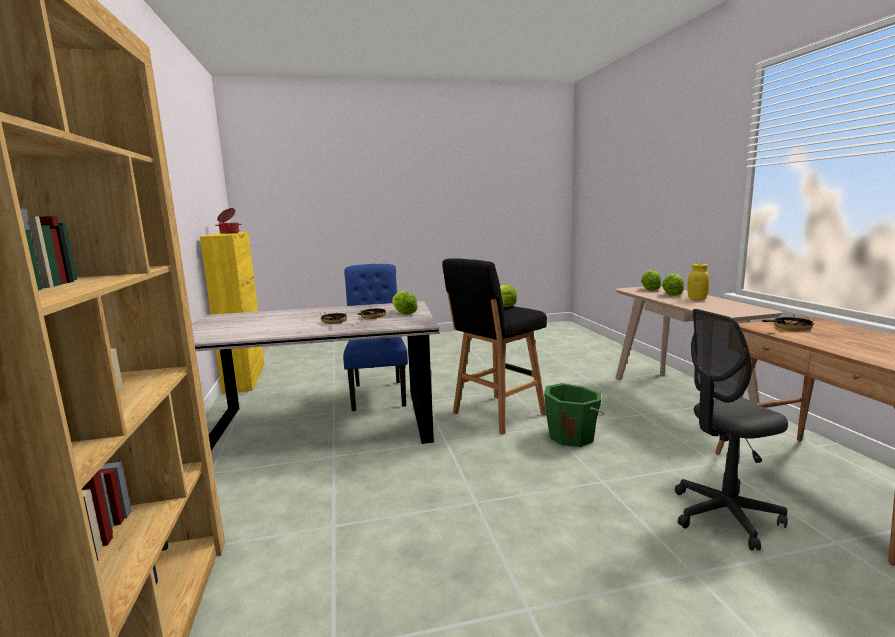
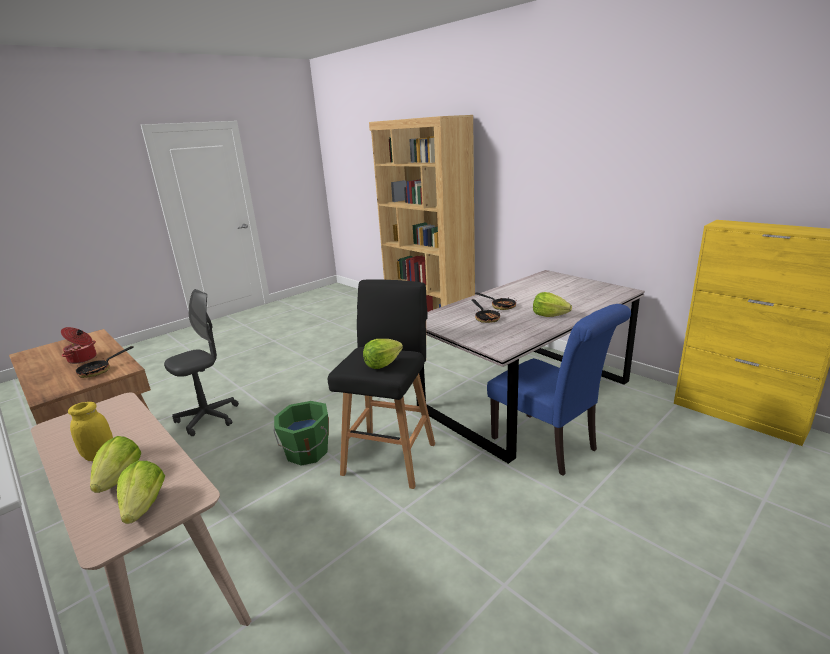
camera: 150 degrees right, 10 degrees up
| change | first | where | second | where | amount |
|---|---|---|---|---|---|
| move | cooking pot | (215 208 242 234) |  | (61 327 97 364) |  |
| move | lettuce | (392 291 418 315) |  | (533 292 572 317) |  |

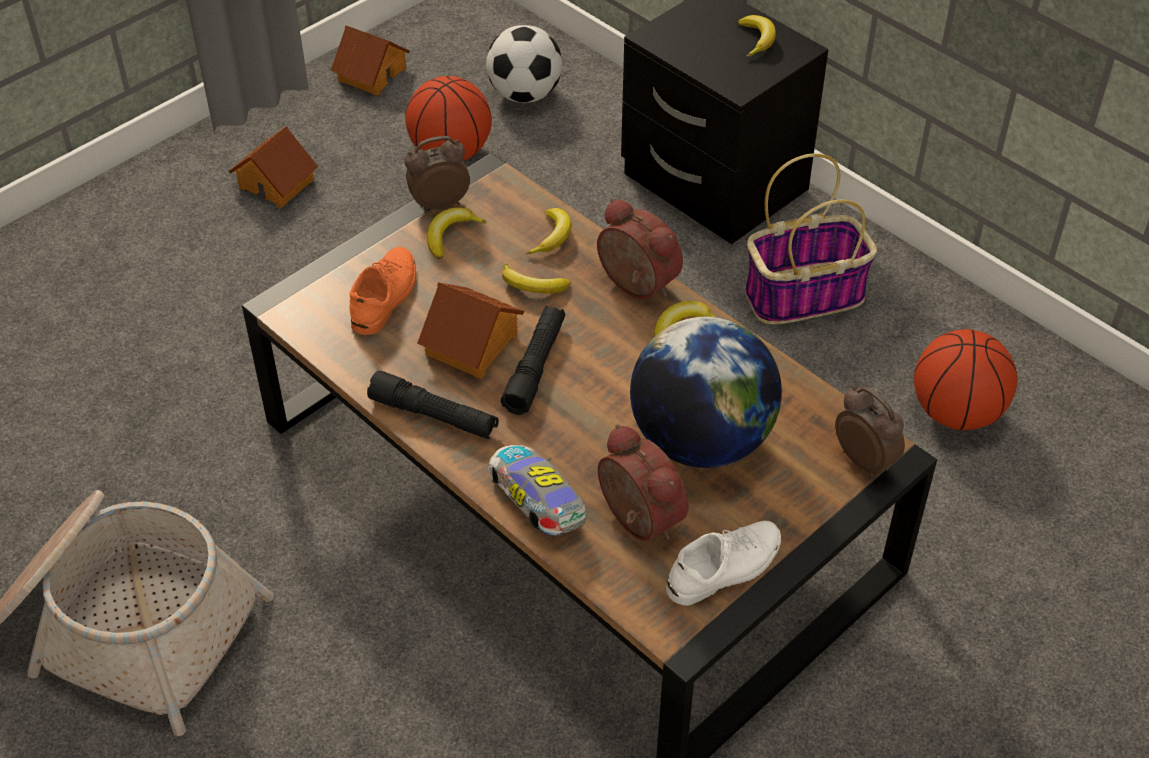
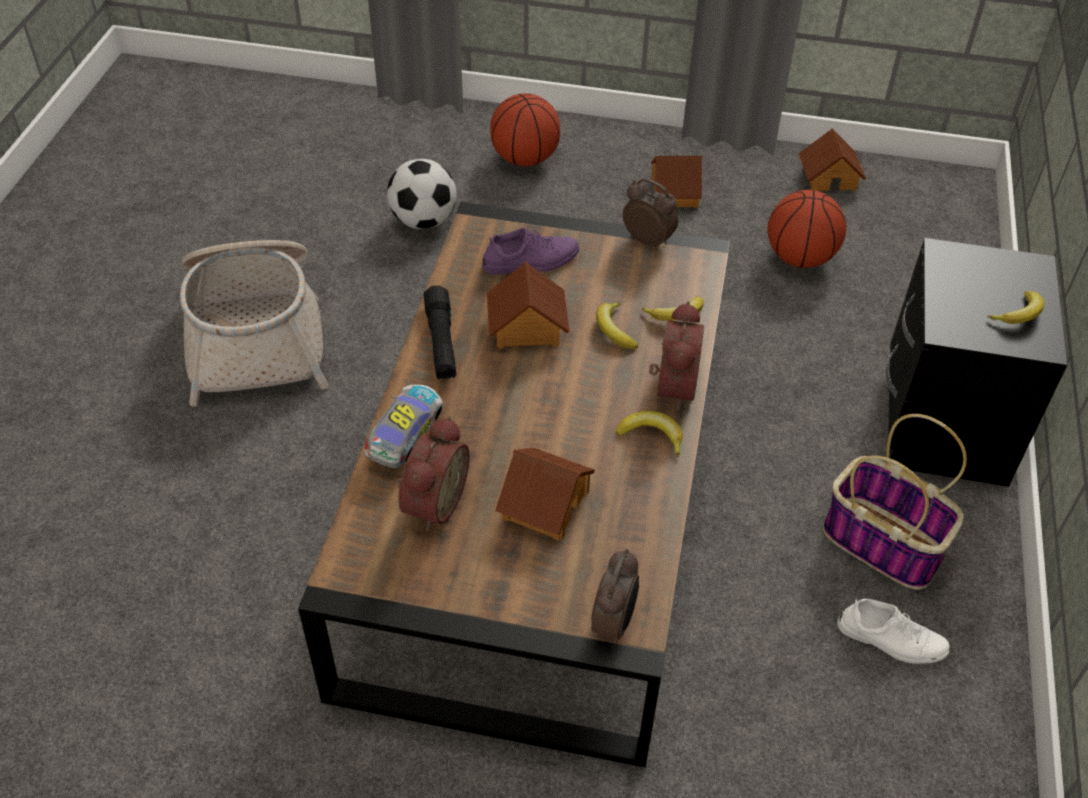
camera: 55 degrees right, 0 degrees up
| change | first | where | second | where | amount |
|---|---|---|---|---|---|
| move | football | (486 25 562 103) |  | (387 159 457 229) |  |
| delete | banana | (427 207 487 259) |  |  |  |
| recolor | shoe/orange | (350 247 416 335) | shoe/purple | (482 228 579 274) |  |
| delete | flashlight/black | (501 306 565 415) |  |  |  |
| replace | globe | (630 316 782 468) | toy house | (495 447 595 541) |  |
| move | basketball | (914 329 1018 430) |  | (490 93 560 166) |  |
| move | shoe/white | (666 521 781 606) |  | (837 599 950 664) |  |

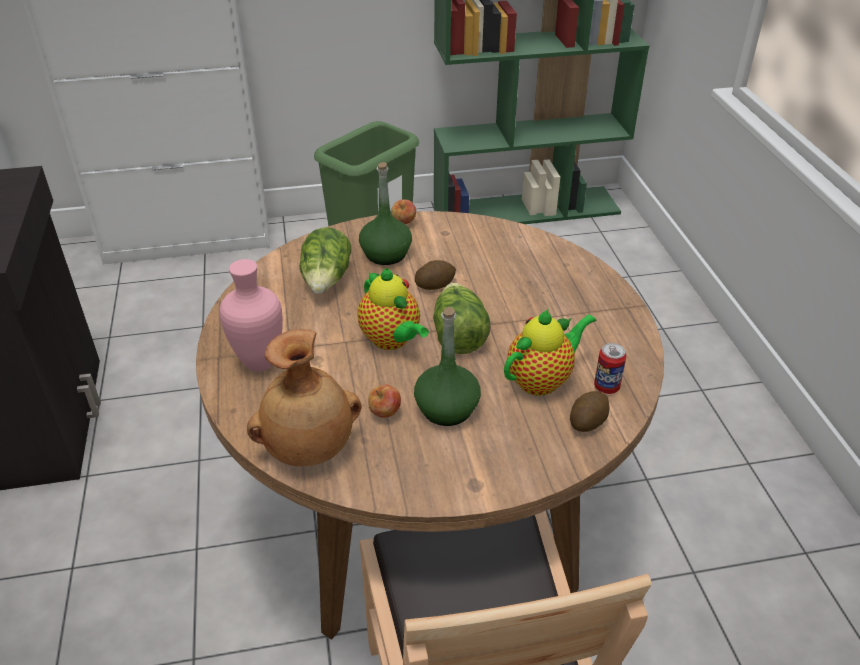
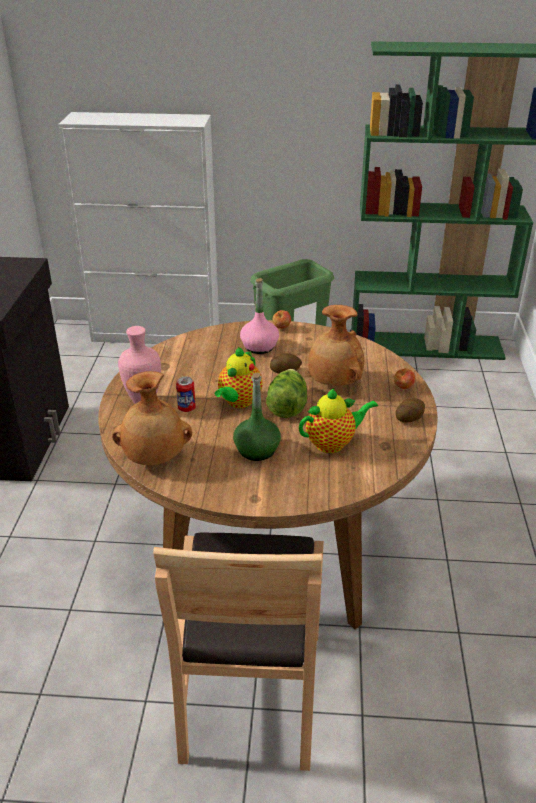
camera: 15 degrees right, 5 degrees down
| change | first | where | second | where | amount |
|---|---|---|---|---|---|
| recolor | bottle/green | (359 162 412 265) | bottle/pink | (240 278 279 354) |  |
| delete | lettuce | (300 227 351 294) |  |  |  |
| rotate | teapot | (357 268 429 350) |  | (215 347 262 408) | 45 degrees clockwise |
| move | can | (594 343 626 394) |  | (176 377 196 412) |  |
| move | apple | (368 384 401 418) |  | (394 368 415 389) |  |
| move | potato | (570 391 609 432) |  | (395 398 425 422) |  |
| insert |  |  | vase/brown | (308 305 364 386) |  |

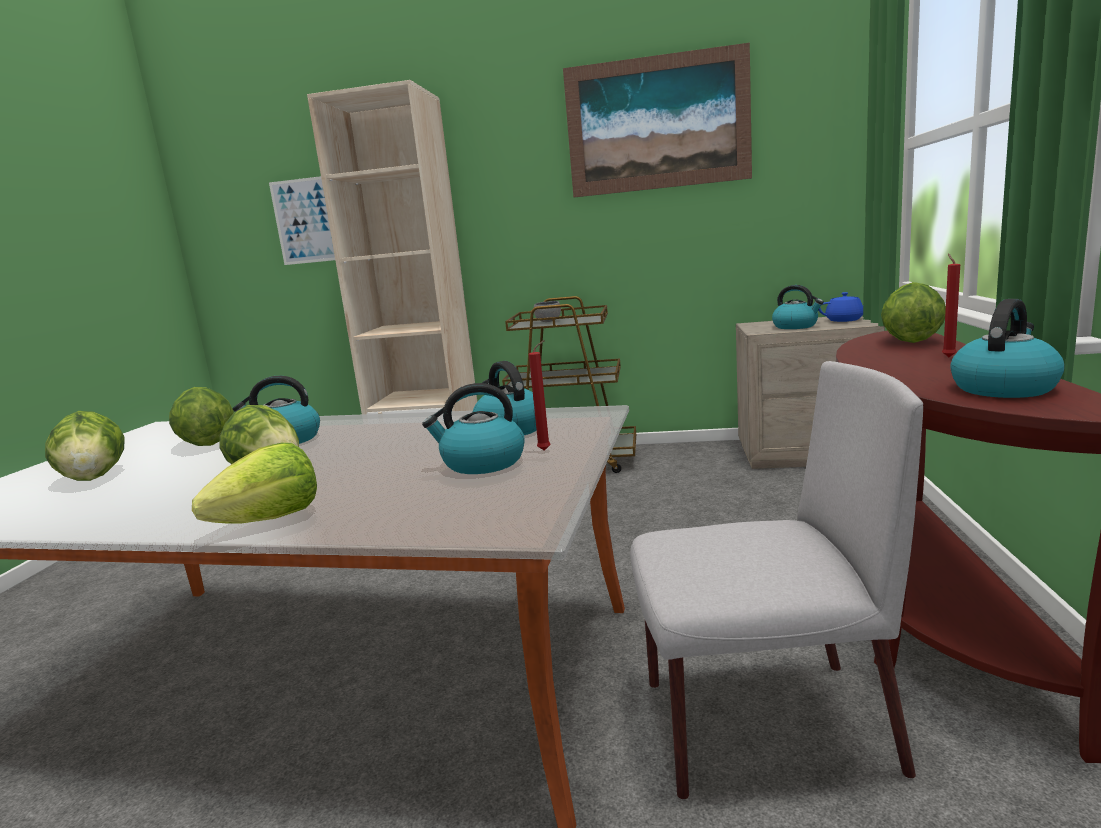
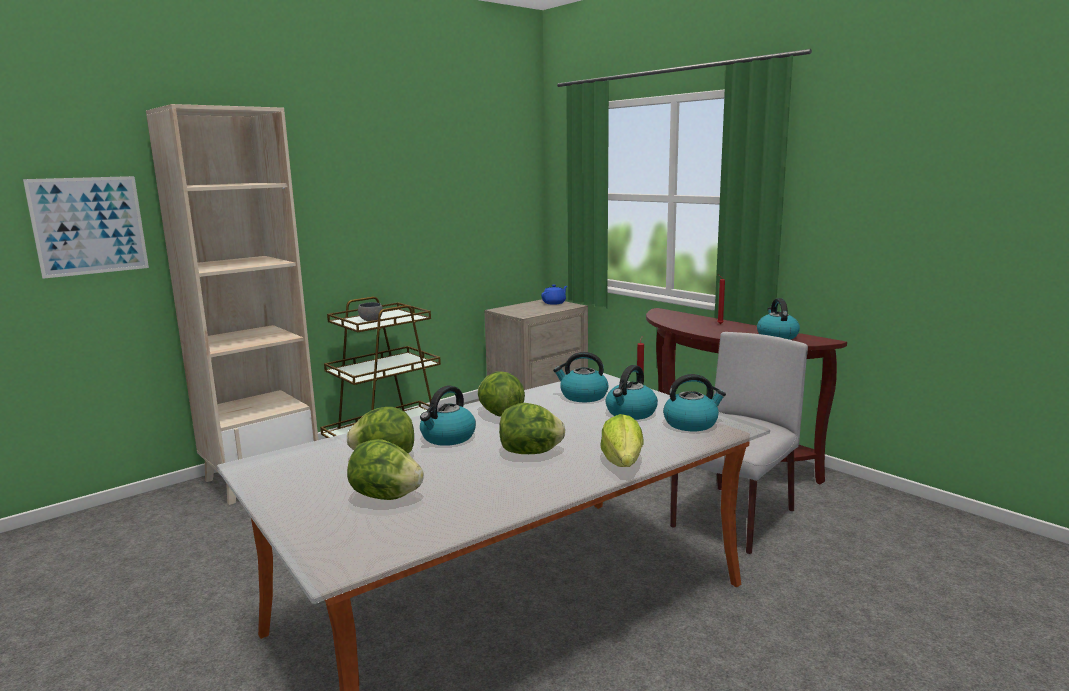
camera: 50 degrees left, 0 degrees up
| change | first | where | second | where | amount |
|---|---|---|---|---|---|
| delete | picture | (563 43 752 197) |  |  |  |
| move | lettuce | (881 282 946 343) |  | (478 371 525 417) |  |
| move | kettle | (772 285 824 329) |  | (663 374 726 431) |  |

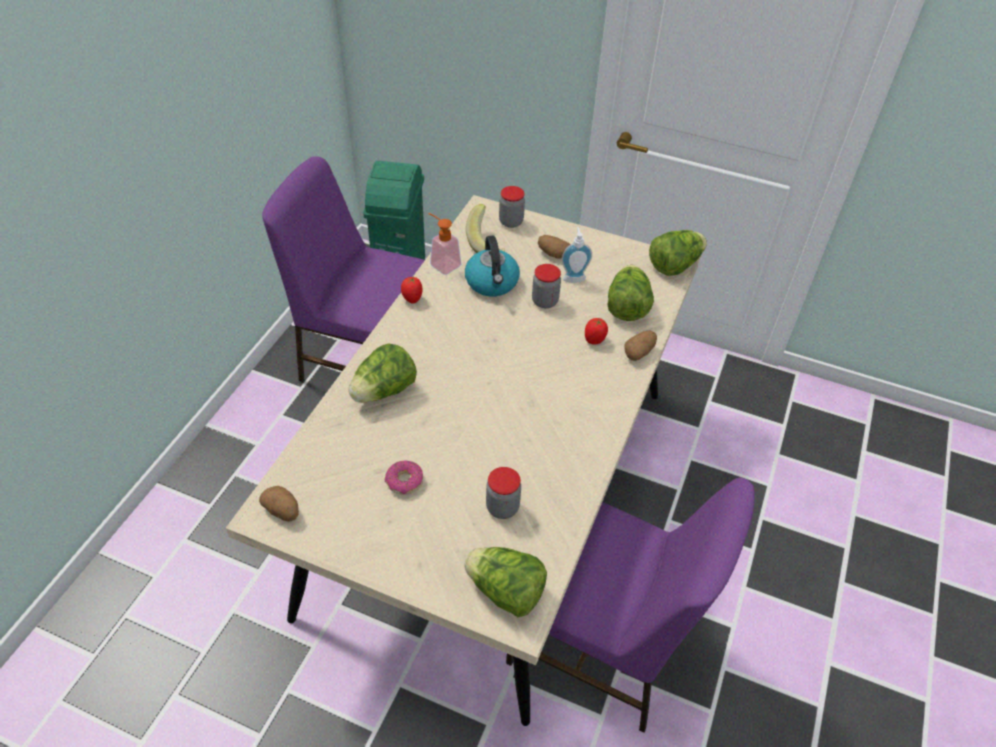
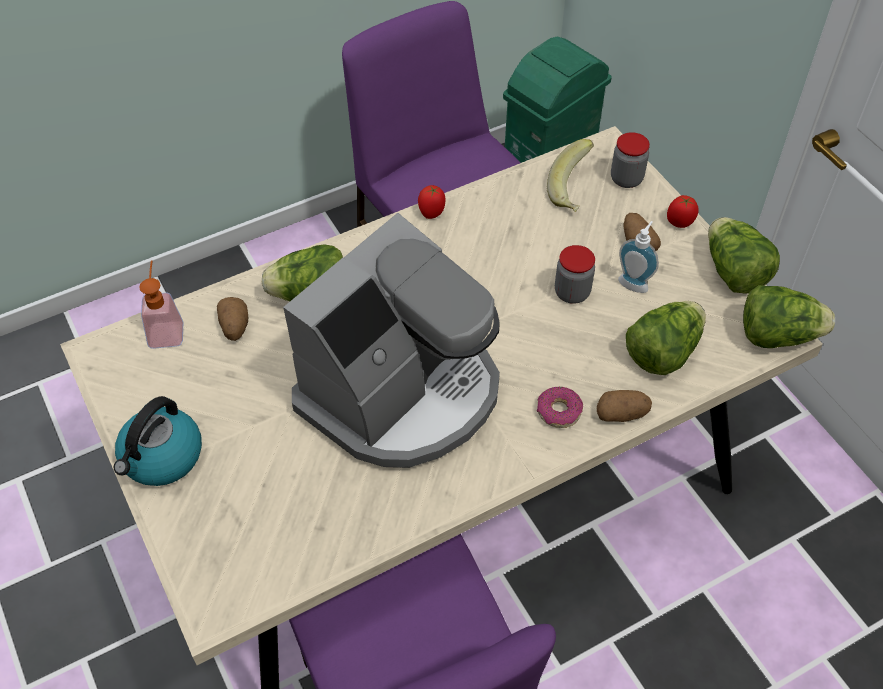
camera: 40 degrees right, 5 degrees up
| change | first | where | second | where | amount |
|---|---|---|---|---|---|
| move | soap dispenser | (428 213 461 275) |  | (139 260 183 349) |  |
| move | kettle | (465 236 520 296) |  | (114 396 202 486) |  |
| move | tomato | (585 318 608 345) |  | (667 195 698 228) |  |
| move | donut | (385 461 423 494) |  | (537 387 583 428) |  |
| delete | jar | (486 467 521 519) |  |  |  |
| move | potato | (259 486 299 522) |  | (217 297 248 341) |  |
| move | lettuce | (464 547 547 617) |  | (708 217 780 294) |  |
| insert |  |  | coffee machine | (283 213 500 468) |  |

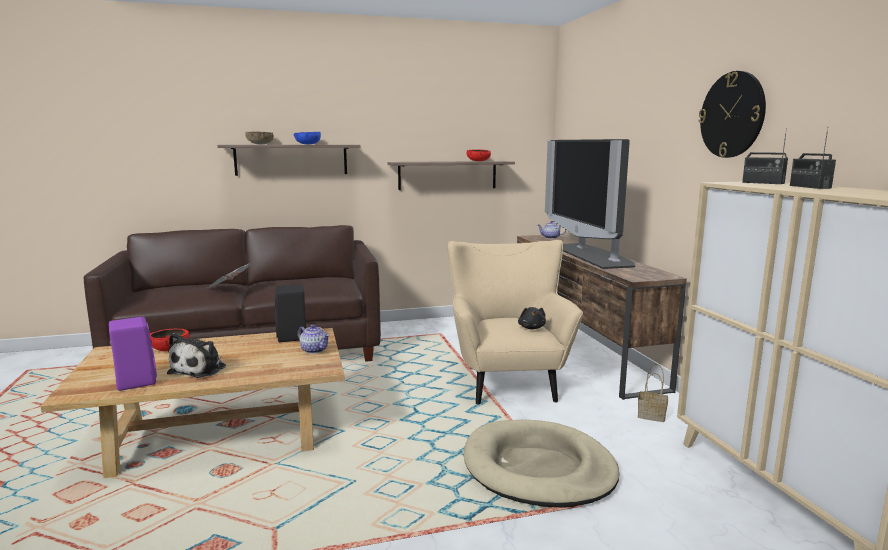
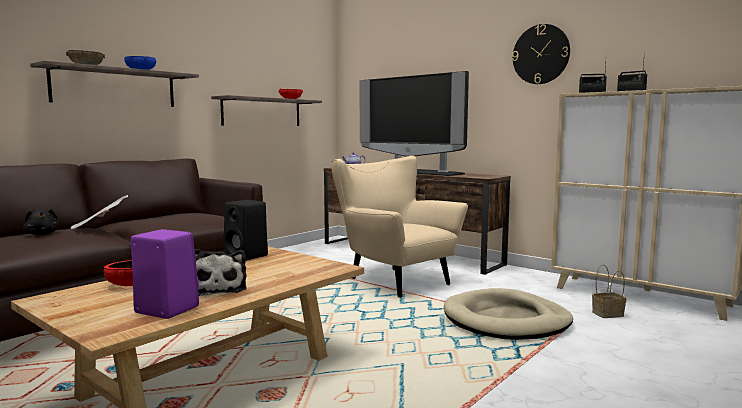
camera: 35 degrees left, 5 degrees down
| change | first | where | second | where | amount |
|---|---|---|---|---|---|
| move | plush toy/black | (518 307 546 329) |  | (23 209 59 235) |  |
| delete | teapot | (298 324 330 354) |  |  |  |
| move | basket | (638 364 668 422) |  | (592 265 626 318) |  |

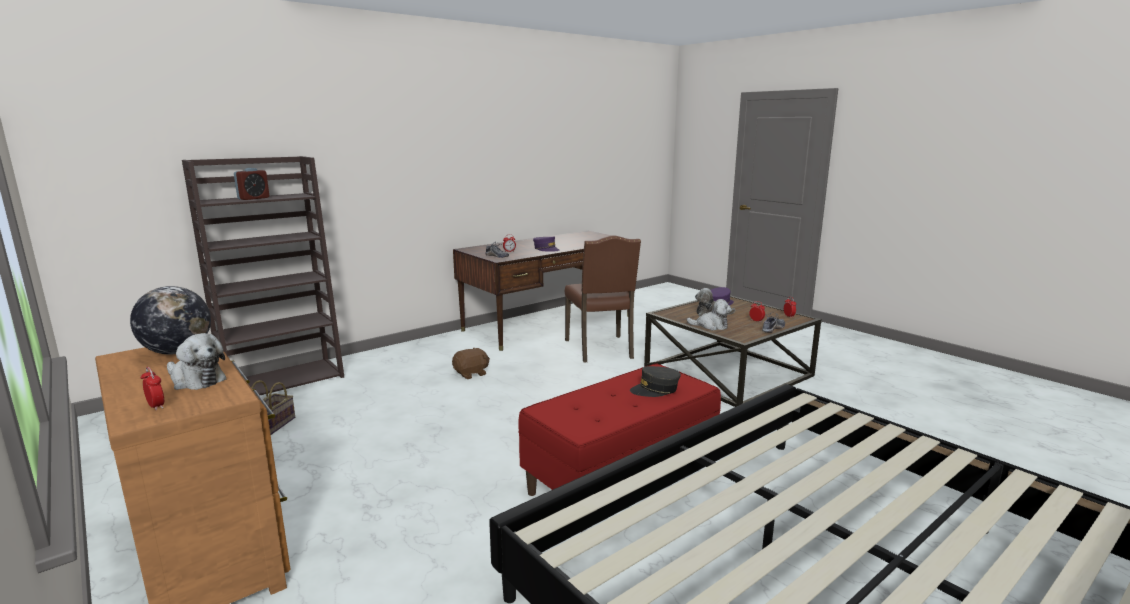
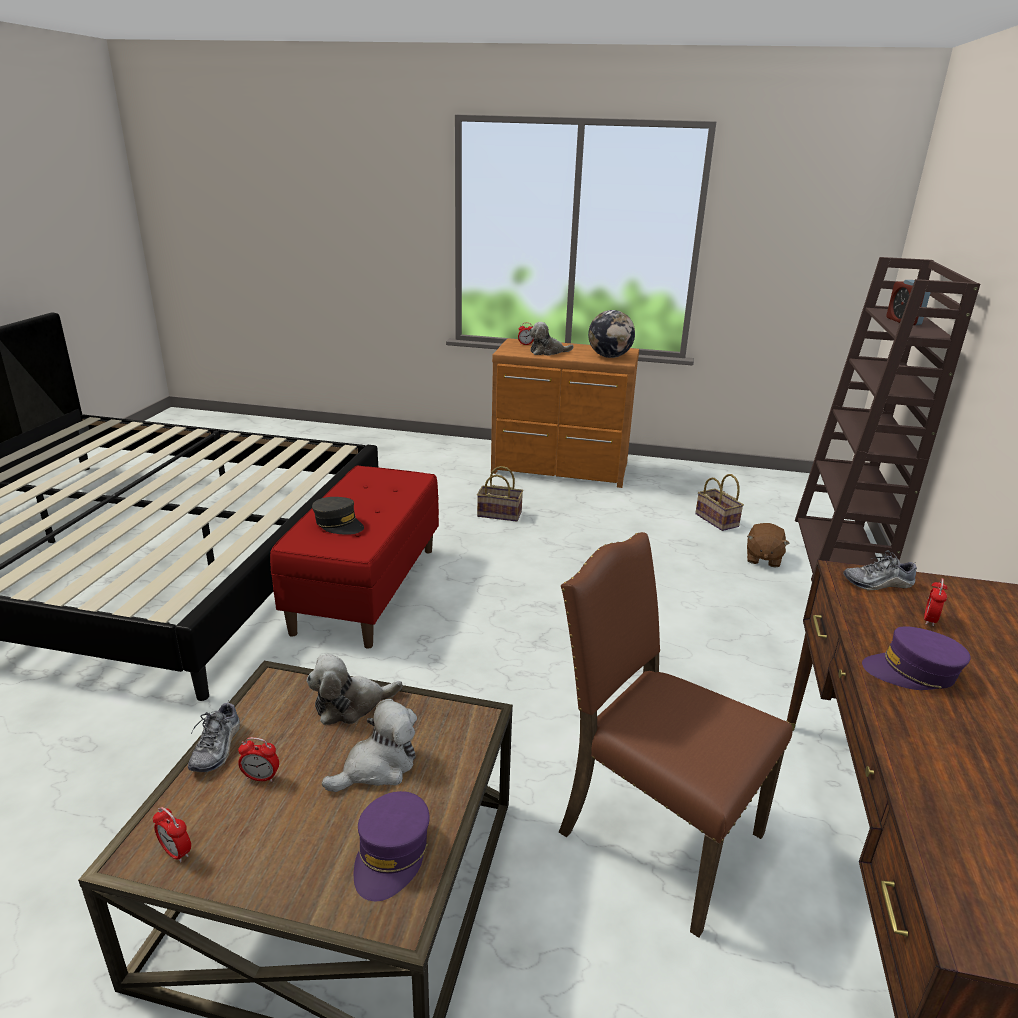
camera: 140 degrees right, 10 degrees up
| change | first | where | second | where | amount |
|---|---|---|---|---|---|
| move | plush toy/brown | (452 347 490 379) |  | (747 523 790 568) |  |
| rotate | cap/grey | (630 366 681 397) |  | (312 497 364 535) | 90 degrees clockwise |
| insert |  |  | basket | (477 466 523 522) |  |

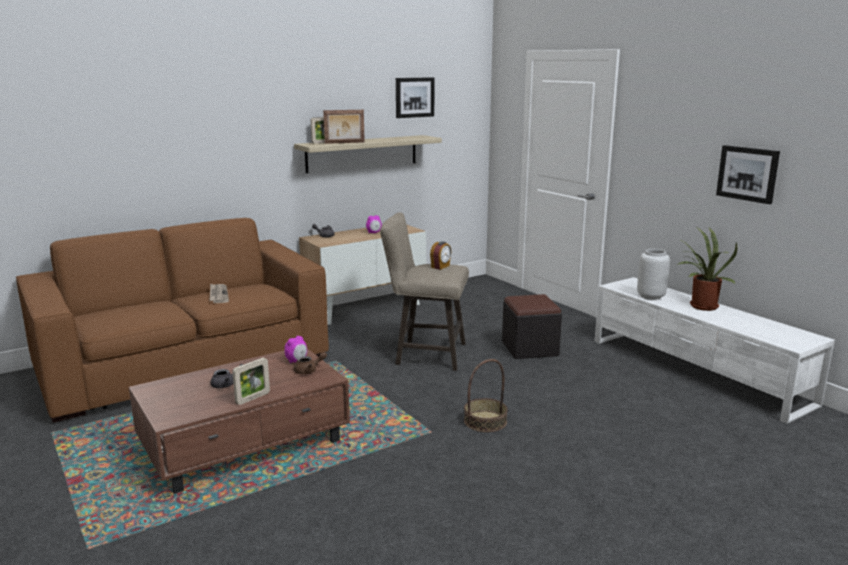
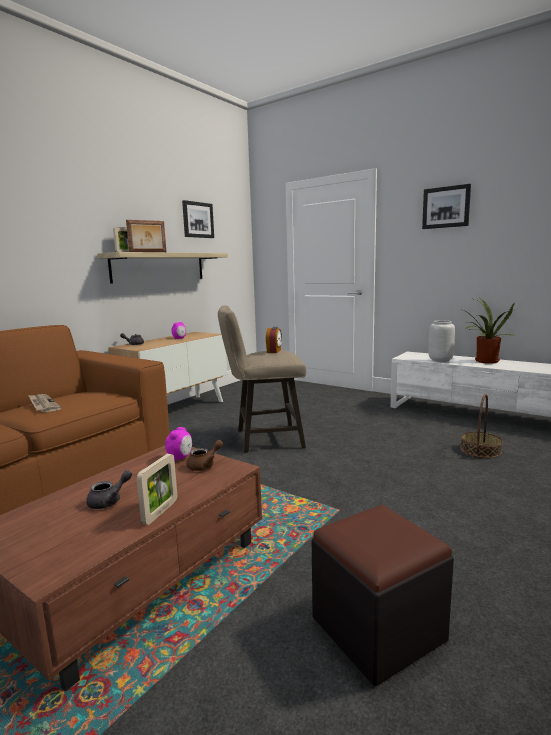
camera: 20 degrees left, 5 degrees down
| change | first | where | second | where | amount |
|---|---|---|---|---|---|
| move | picture | (716 145 780 204) |  | (422 184 471 229) |  |
| move | ottoman/black | (502 294 562 359) |  | (312 505 454 686) |  |
| move | basket | (464 359 508 432) |  | (460 394 502 458) |  |

